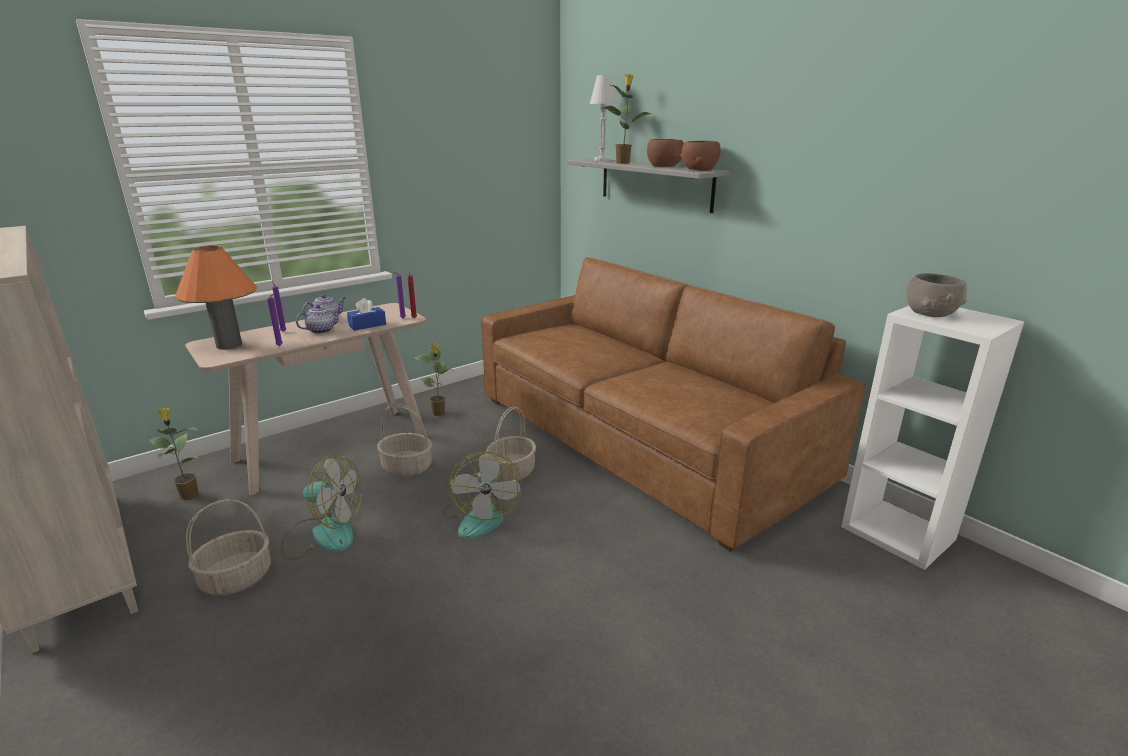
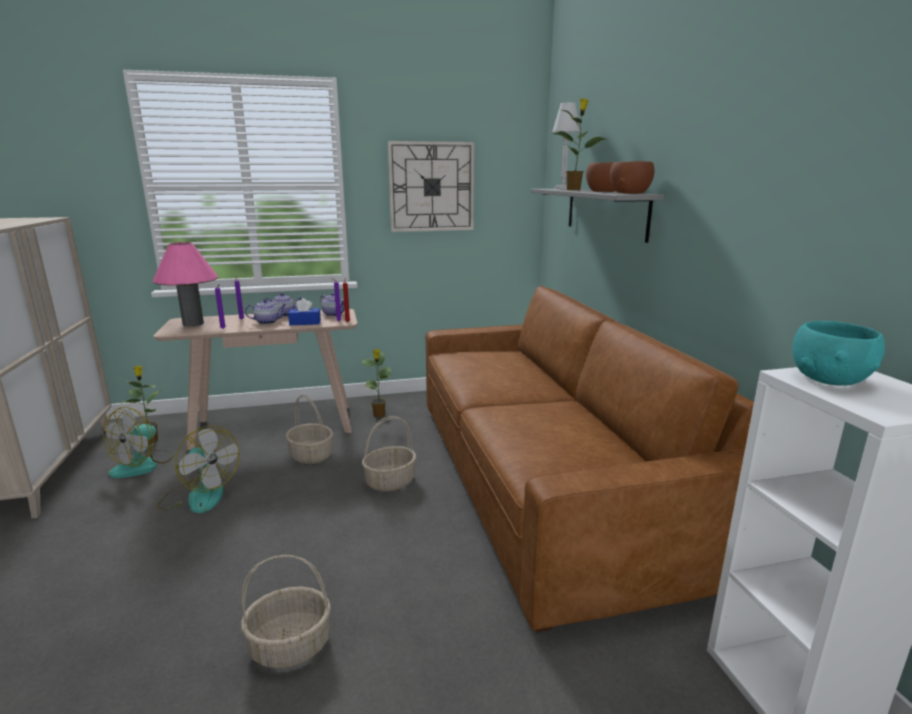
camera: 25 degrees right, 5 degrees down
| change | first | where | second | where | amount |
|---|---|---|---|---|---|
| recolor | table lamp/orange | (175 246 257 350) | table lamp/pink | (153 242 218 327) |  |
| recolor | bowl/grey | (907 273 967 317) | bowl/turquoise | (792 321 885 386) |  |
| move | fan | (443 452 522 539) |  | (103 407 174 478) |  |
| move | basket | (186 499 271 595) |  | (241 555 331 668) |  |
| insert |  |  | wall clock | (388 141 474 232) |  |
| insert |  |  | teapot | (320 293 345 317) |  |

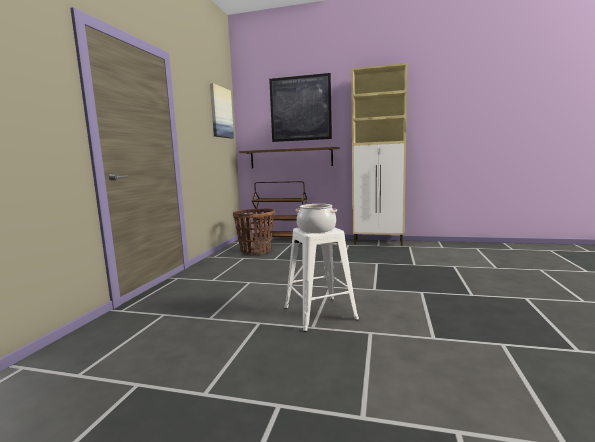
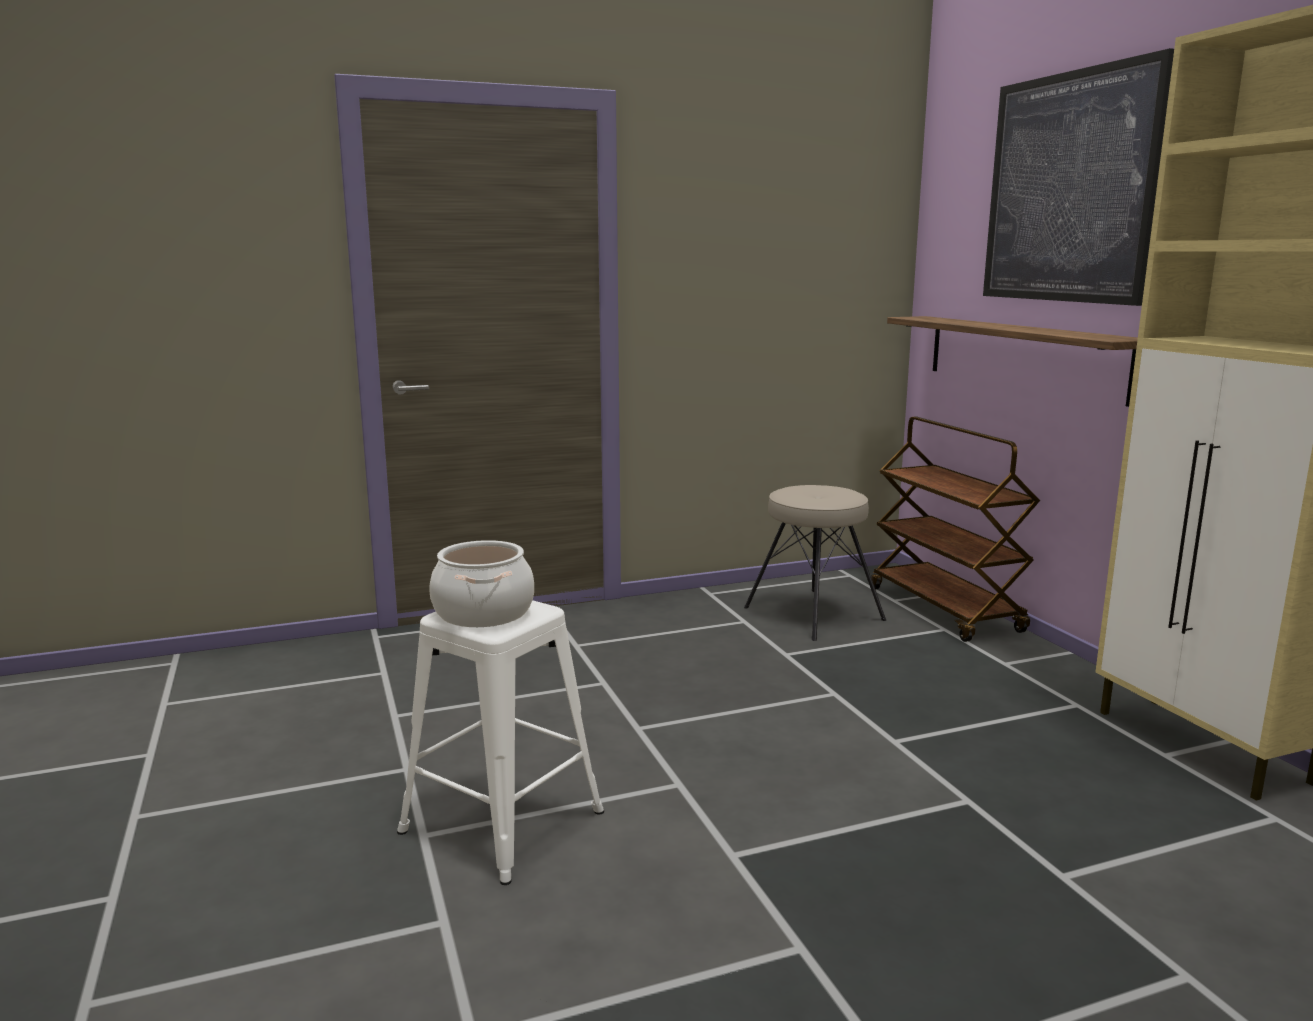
camera: 55 degrees right, 5 degrees up
| change | first | where | second | where | amount |
|---|---|---|---|---|---|
| delete | picture | (210 83 234 138) |  |  |  |
| replace | basket | (233 208 275 254) | stool/beige | (744 485 886 641) |  |

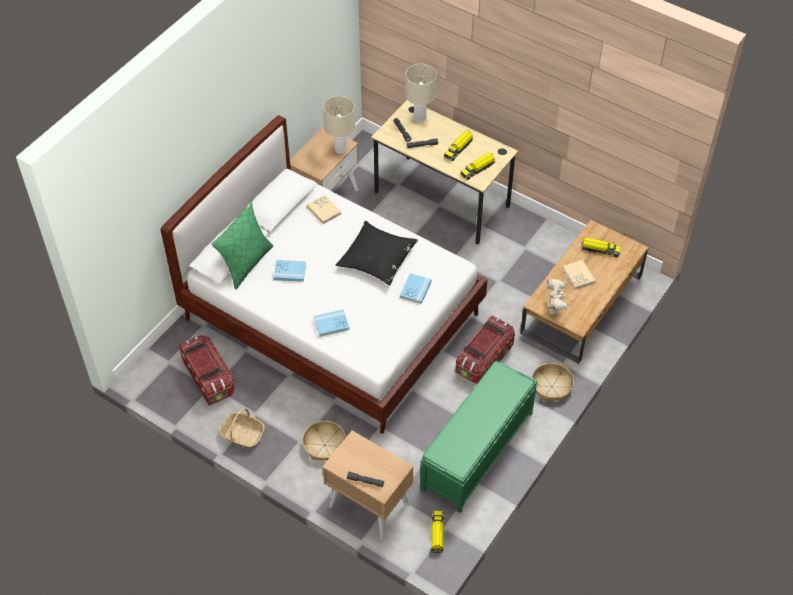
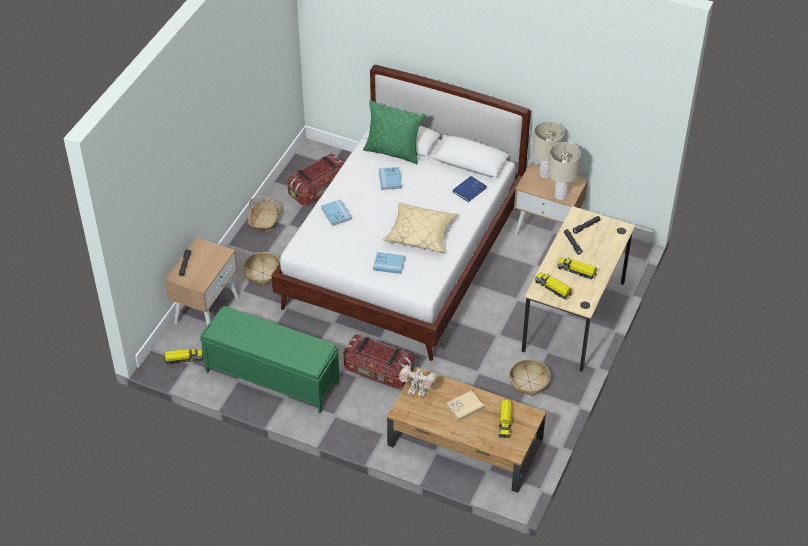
camera: 80 degrees right, 5 degrees down
| change | first | where | second | where | amount |
|---|---|---|---|---|---|
| move | table lamp/beige | (405 64 437 122) |  | (533 121 565 178) |  |
| recolor | book/beige | (307 195 341 224) | book/blue | (453 176 486 202) |  |
| recolor | pillow/black | (336 221 418 286) | pillow/beige | (383 202 458 253) |  |
| rotate | toy robot | (546 279 569 315) |  | (399 365 438 397) | 150 degrees counterclockwise |
| move | basket | (532 363 574 401) |  | (509 359 551 396) |  |

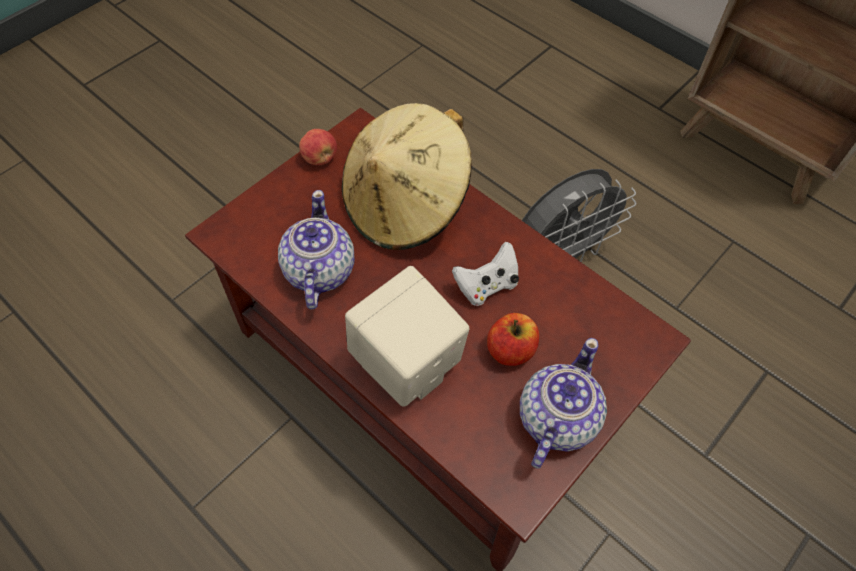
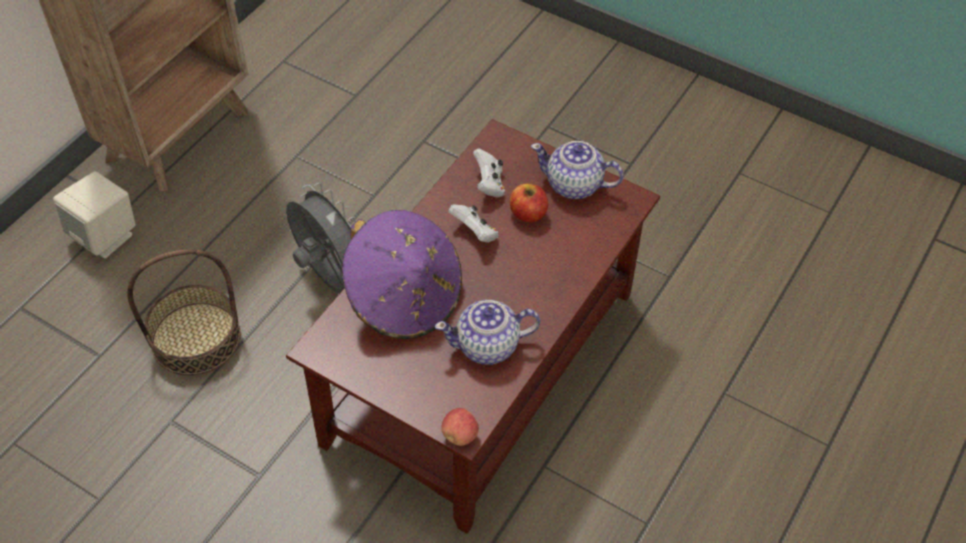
camera: 100 degrees left, 5 degrees down
| change | first | where | second | where | amount |
|---|---|---|---|---|---|
| recolor | hat/beige | (342 103 472 250) | hat/purple | (342 210 462 339) |  |
| move | apple | (299 129 337 165) |  | (441 408 479 446) |  |
| move | speaker/beige | (345 266 470 407) |  | (53 171 136 259) |  |
| insert |  |  | game controller/white | (473 149 505 197) |  |
| insert |  |  | basket | (127 249 240 376) |  |

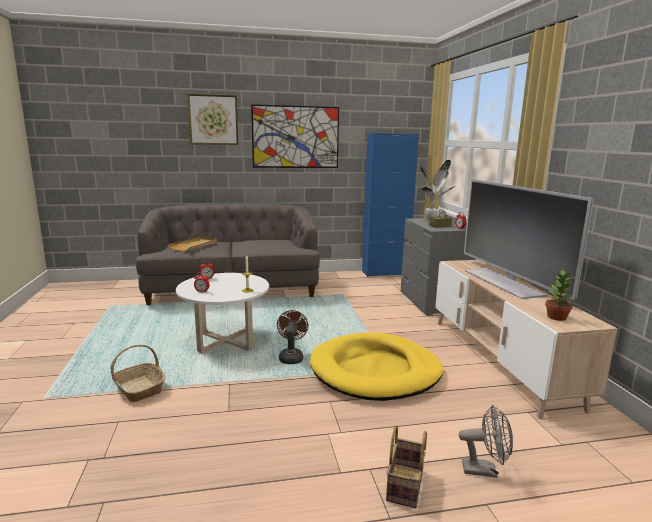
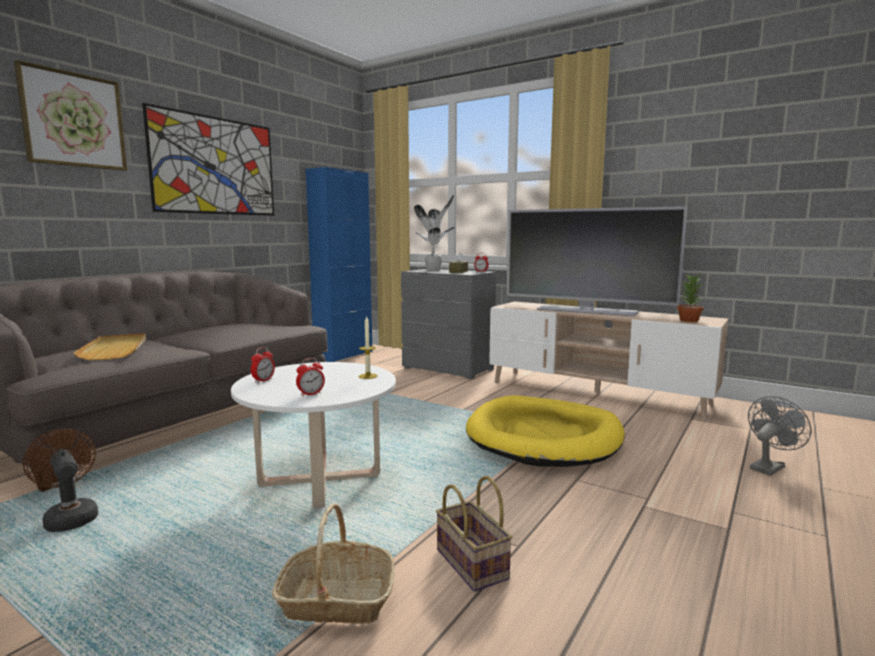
camera: 45 degrees left, 5 degrees down
| change | first | where | second | where | amount |
|---|---|---|---|---|---|
| move | fan/brown | (277 310 308 364) |  | (23 428 99 532) |  |
| move | basket | (386 425 427 508) |  | (436 476 512 592) |  |

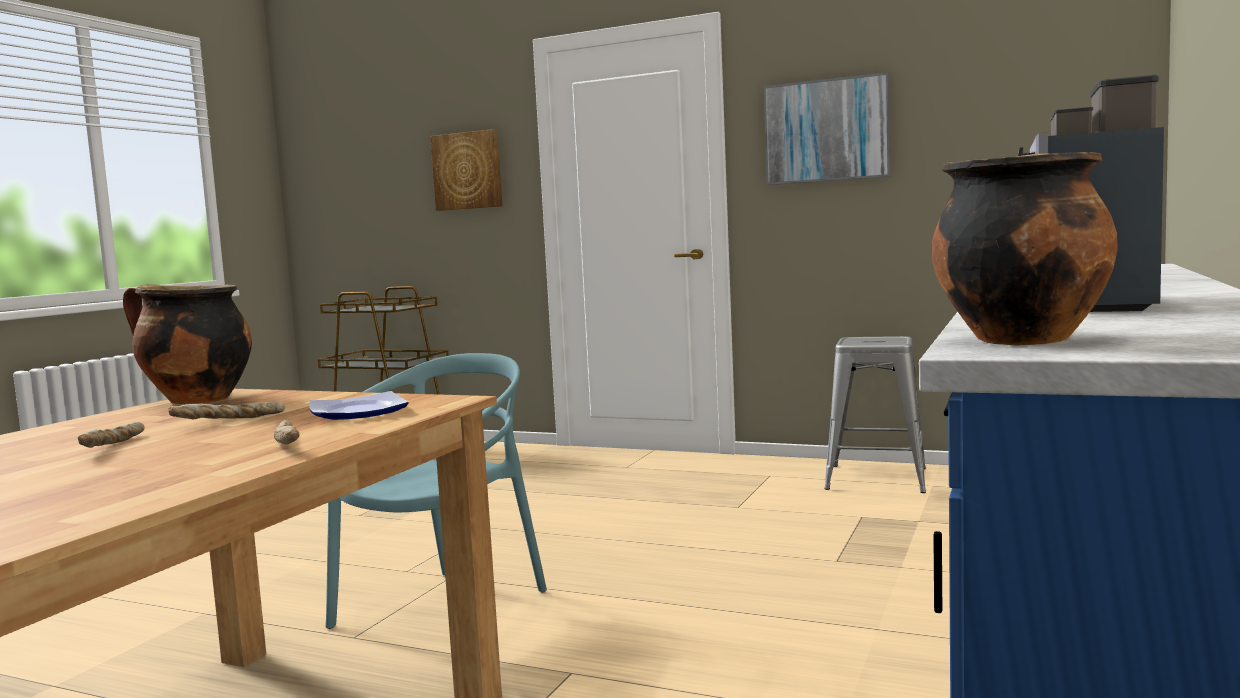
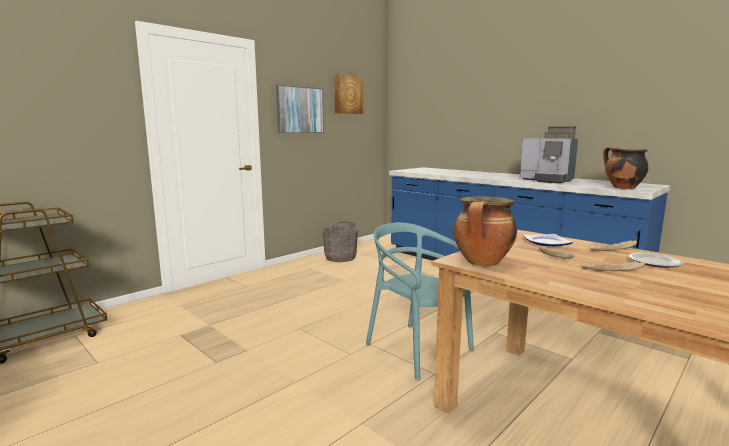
camera: 70 degrees left, 5 degrees up
| change | first | where | second | where | amount |
|---|---|---|---|---|---|
| move | picture | (430 129 503 211) |  | (334 74 363 114) |  |
| replace | stool/grey | (824 336 926 493) | bucket/grey | (322 221 358 262) |  |
| insert |  |  | plate | (629 253 684 268) |  |

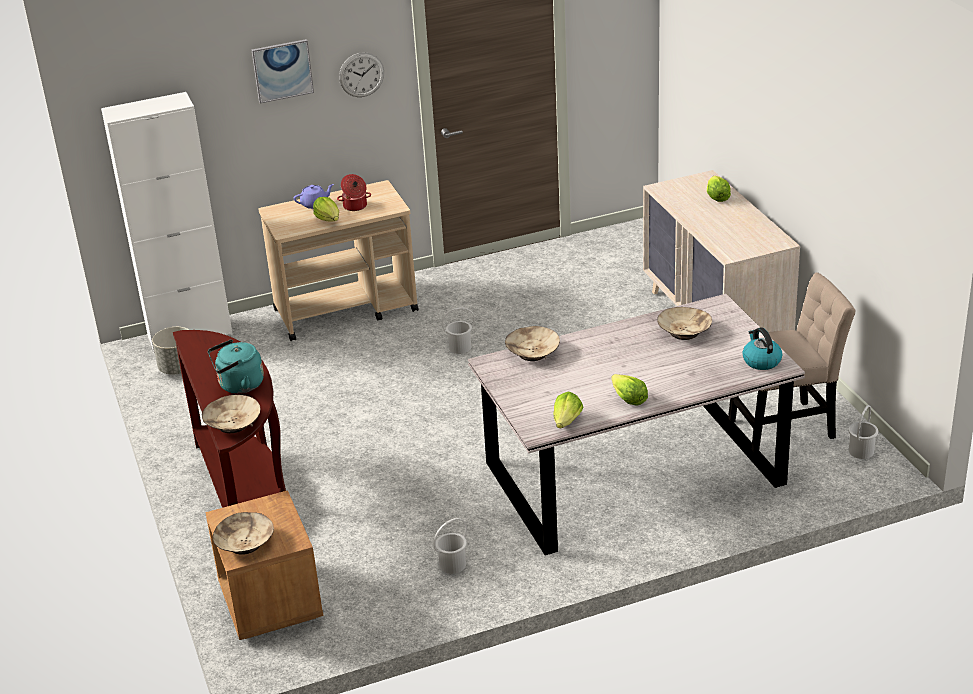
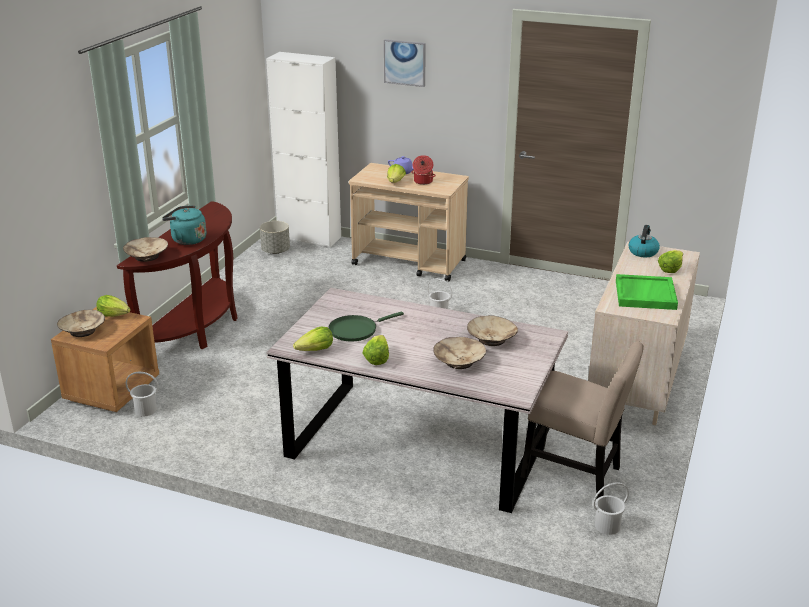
camera: 40 degrees right, 5 degrees down
| change | first | where | second | where | amount |
|---|---|---|---|---|---|
| delete | wall clock | (339 52 384 97) |  |  |  |
| move | bowl/beige | (505 326 560 361) |  | (433 337 486 369) |  |
| move | kettle | (742 327 782 370) |  | (629 225 660 257) |  |
| move | bucket/white | (433 518 467 574) |  | (126 372 159 416) |  |
| insert |  |  | tray/green | (616 274 678 310) |  |
| insert |  |  | lettuce | (96 295 130 317) |  |
| insert |  |  | frying pan/green | (328 312 404 341) |  |

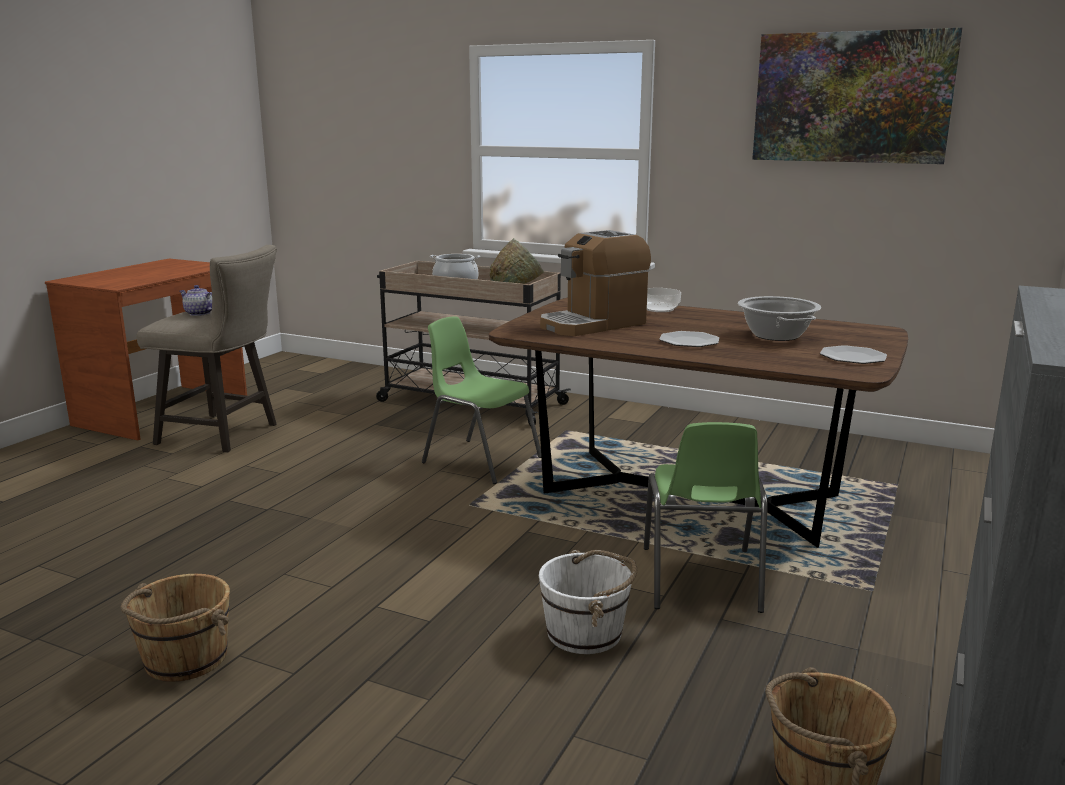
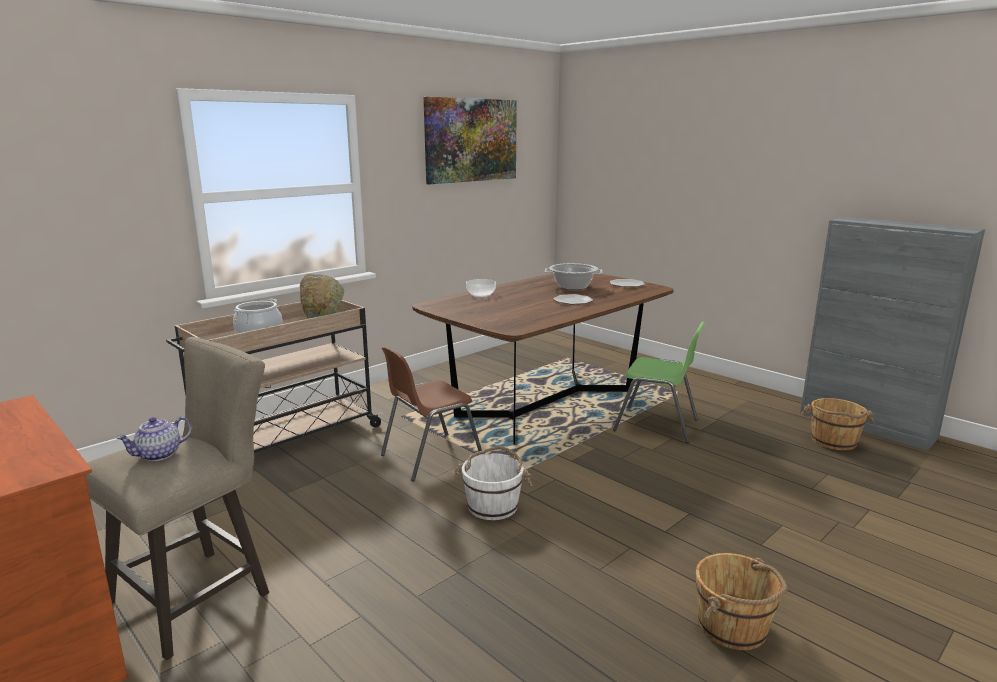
camera: 70 degrees left, 0 degrees up
| change | first | where | second | where | amount |
|---|---|---|---|---|---|
| delete | coffee machine | (540 230 651 336) |  |  |  |
| recolor | chair/green | (422 317 541 484) | chair/brown | (381 346 482 481) |  |
| move | bucket/white | (539 550 637 654) |  | (454 446 533 520) |  |

